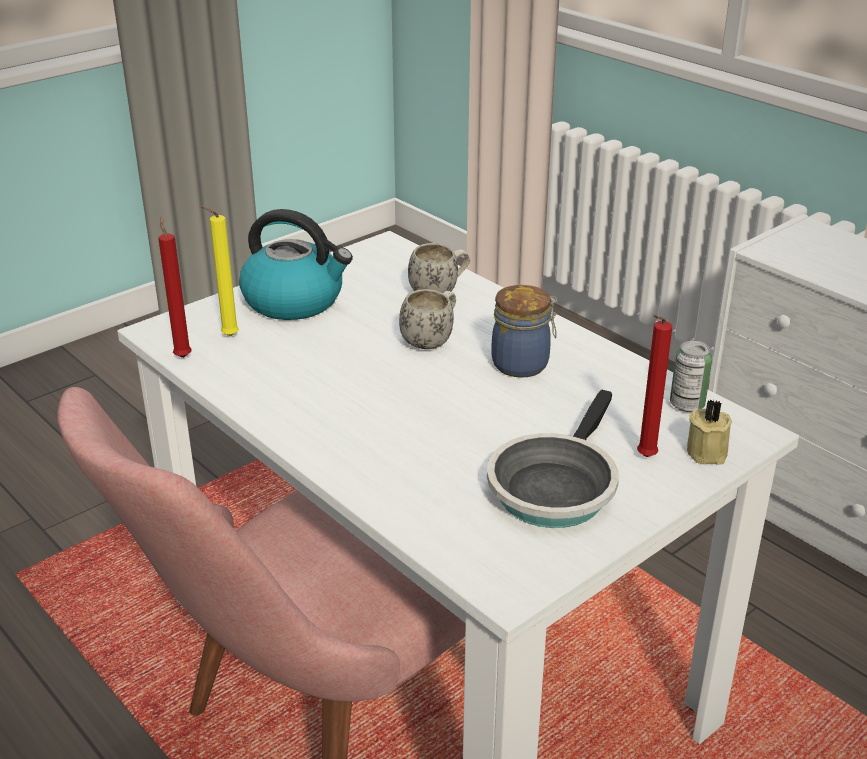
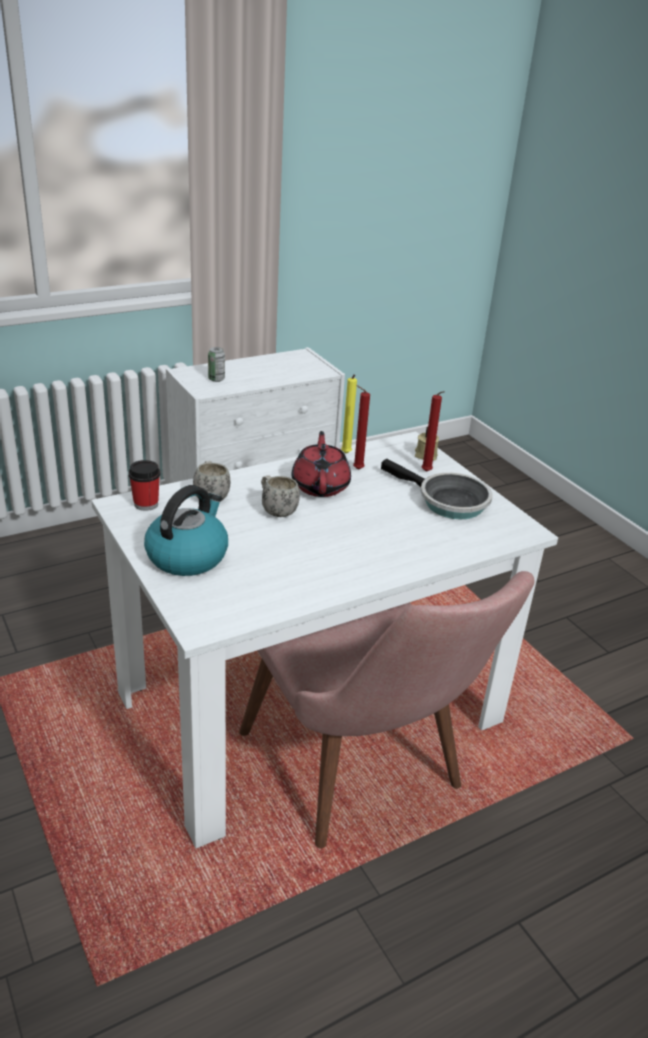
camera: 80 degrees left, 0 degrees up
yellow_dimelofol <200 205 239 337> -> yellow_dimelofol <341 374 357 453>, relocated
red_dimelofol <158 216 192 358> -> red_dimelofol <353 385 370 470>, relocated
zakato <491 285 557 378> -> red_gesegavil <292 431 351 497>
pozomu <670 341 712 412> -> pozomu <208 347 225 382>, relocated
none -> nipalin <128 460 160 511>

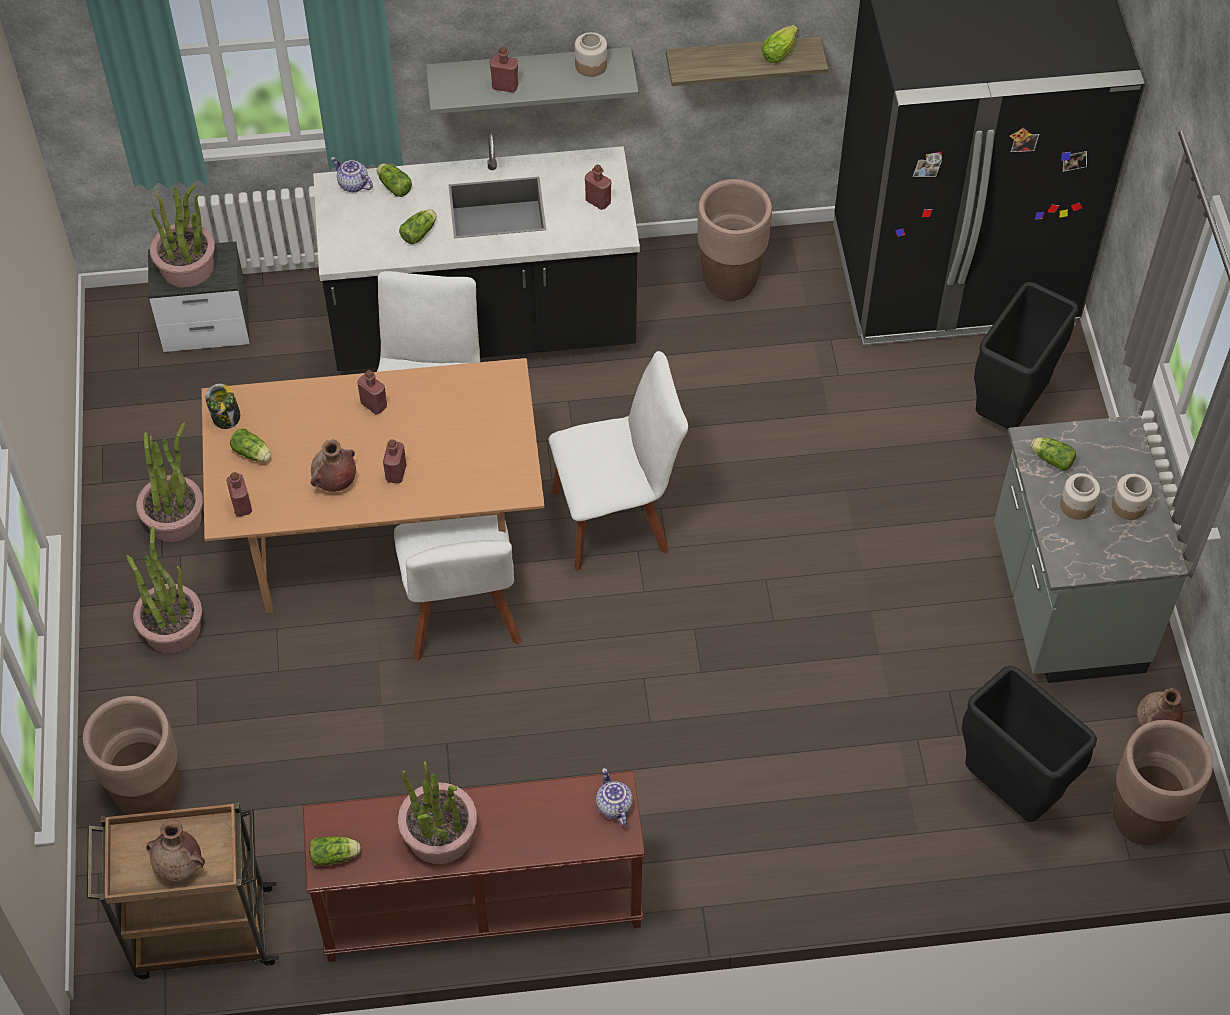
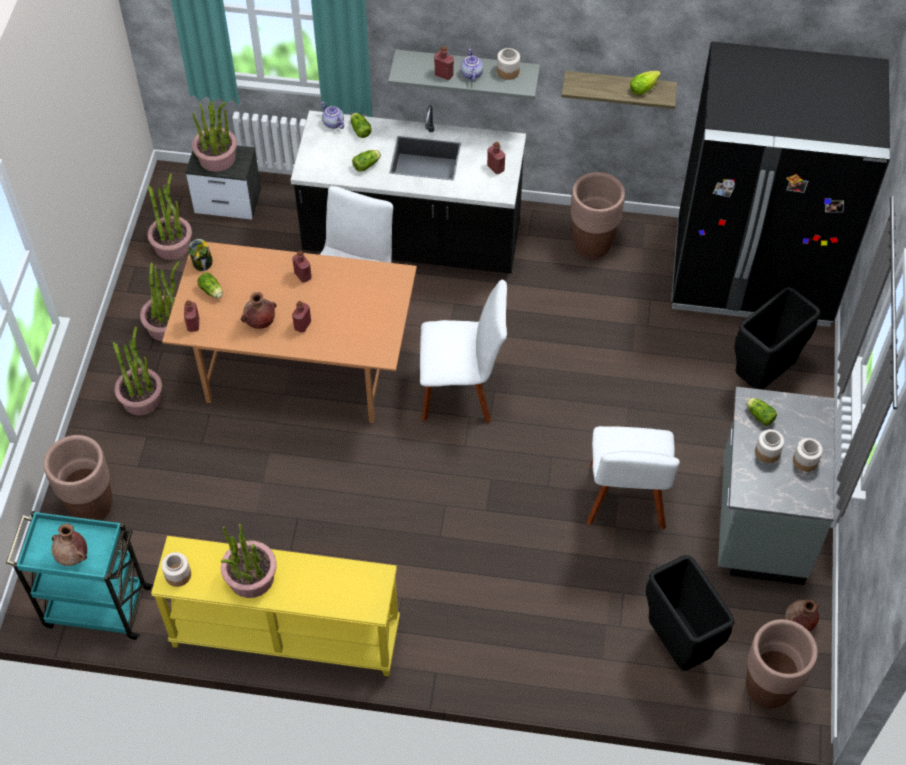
camera: 15 degrees right, 0 degrees up
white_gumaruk <394 515 522 661> -> white_gumaruk <586 426 680 530>, relocated
gesegavil <596 768 633 826> -> gesegavil <461 49 483 82>, relocated
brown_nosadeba <303 771 645 962> -> yellow_nosadeba <151 536 400 676>
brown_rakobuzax <87 803 279 979> -> turquoise_rakobuzax <6 511 154 640>
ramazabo <309 836 361 866> -> zakato <161 552 191 587>
none -> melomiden <147 173 192 260>

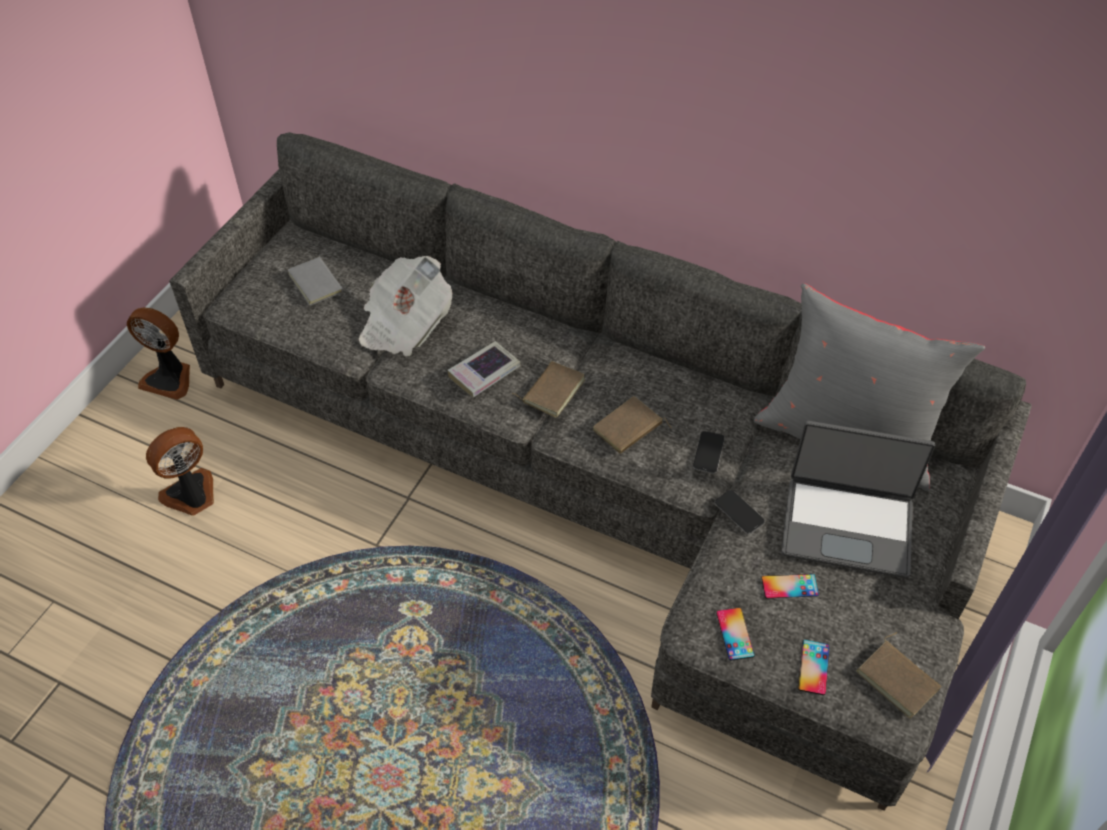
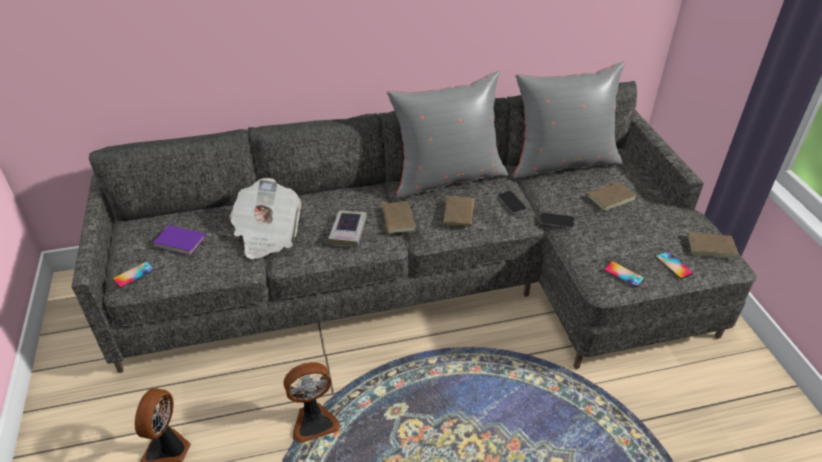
camera: 40 degrees left, 10 degrees down
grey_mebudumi <288 253 343 306> -> purple_mebudumi <153 220 206 256>
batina <127 307 190 400> -> batina <283 362 340 443>, relocated
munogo <781 421 935 578> -> brown_mebudumi <582 182 636 211>
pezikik <762 574 819 598> -> pezikik <113 261 155 288>, relocated
none -> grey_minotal <387 71 508 199>

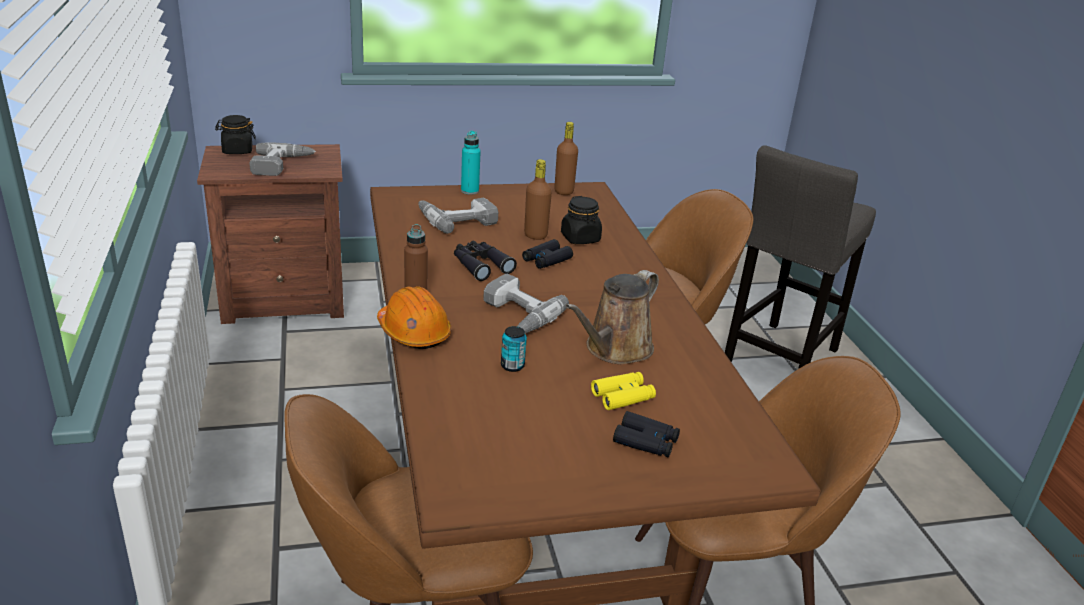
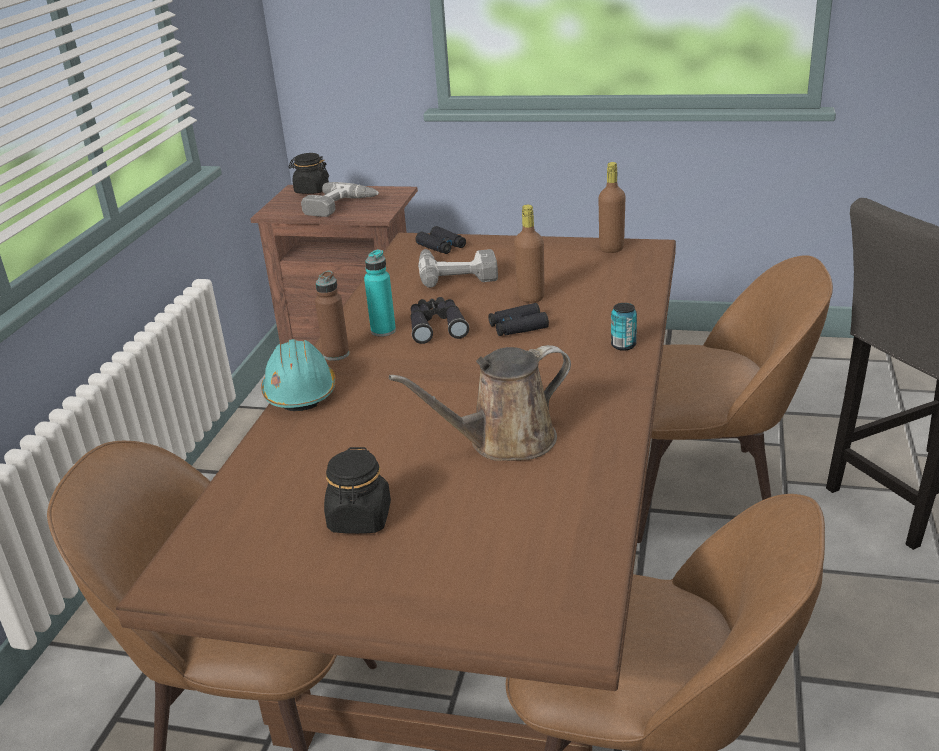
camera: 30 degrees right, 0 degrees up
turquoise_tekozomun <461 131 481 195> -> turquoise_tekozomun <364 249 396 337>, relocated
black_zakato <561 196 602 244> -> black_zakato <324 447 391 534>, relocated
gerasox <483 274 569 333> -> none
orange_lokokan <377 286 451 349> -> turquoise_lokokan <261 339 336 411>
pozomu <501 326 527 372> -> pozomu <611 303 637 351>, relocated
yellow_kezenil <591 372 656 410> -> none
black_kezenil <613 411 680 457> -> black_kezenil <415 226 466 254>, relocated

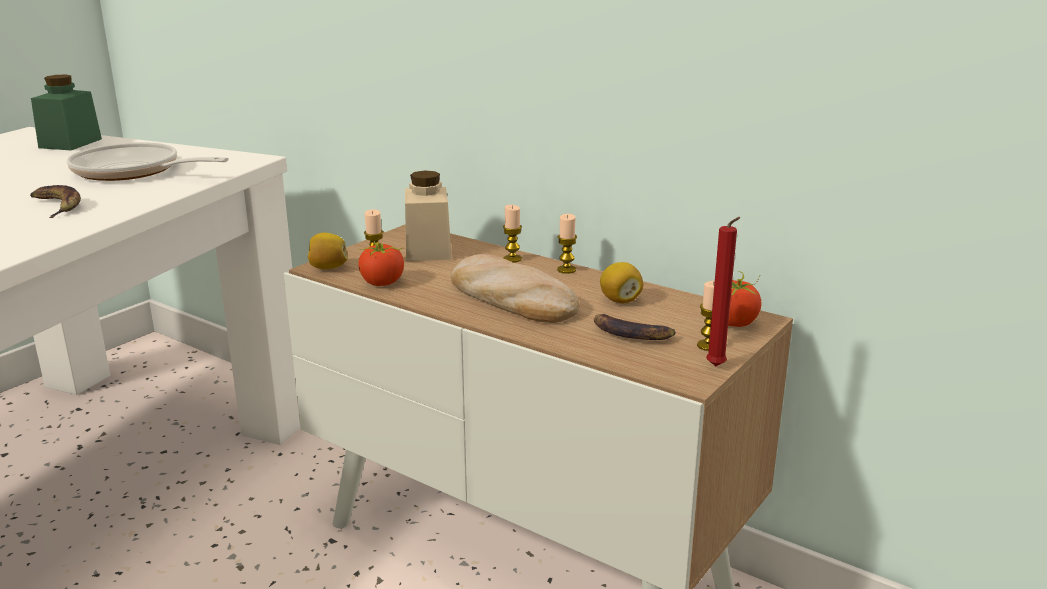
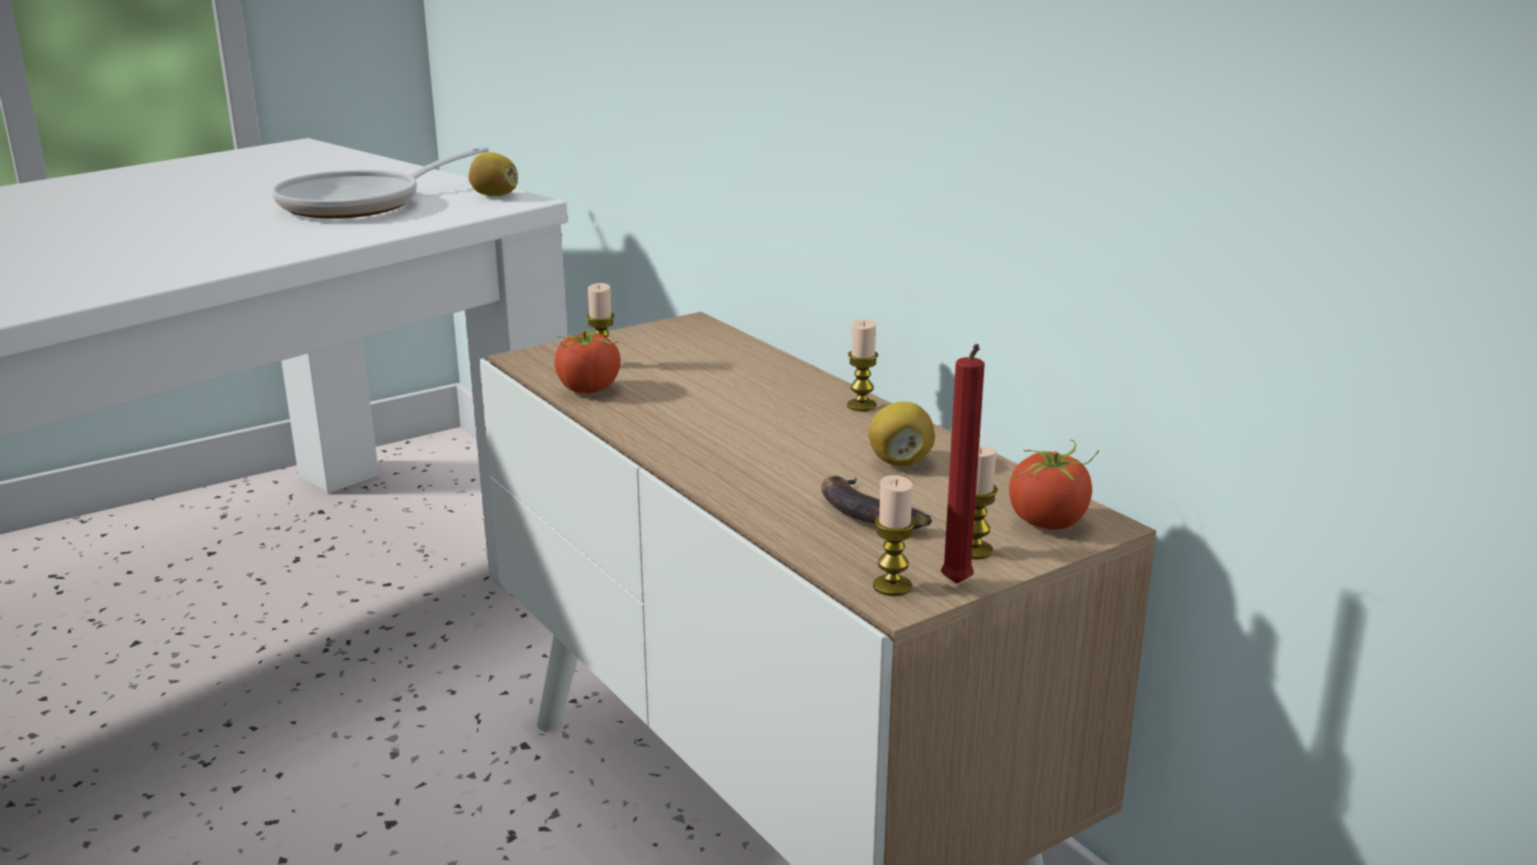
camera: 20 degrees right, 0 degrees up
green_zakato <31 75 102 150> -> none
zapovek <66 142 229 181> -> zapovek <272 146 489 219>, 90 degrees counterclockwise
beige_zakato <405 171 452 261> -> none
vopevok <30 185 81 218> -> none
dimelofol <503 205 522 263> -> dimelofol <873 475 915 596>, relocated
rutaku <308 233 348 269> -> rutaku <468 152 518 196>, relocated
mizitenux <451 254 579 323> -> none

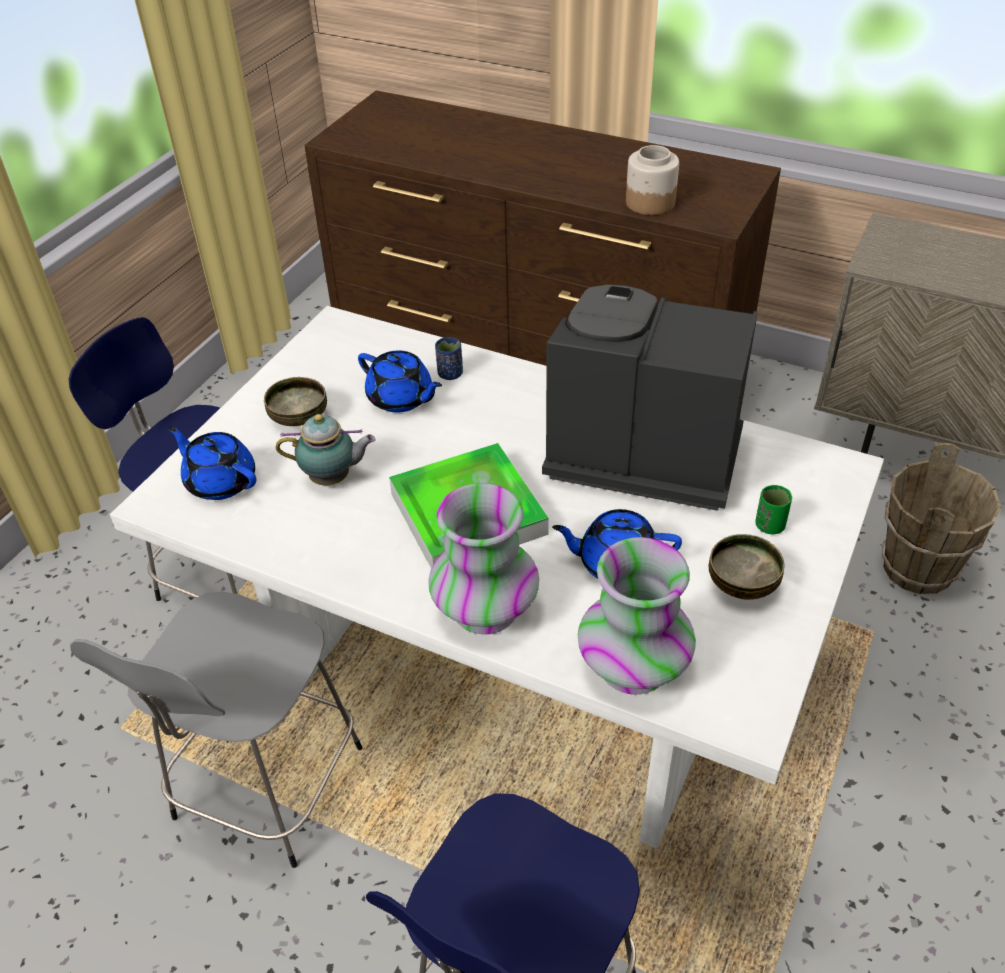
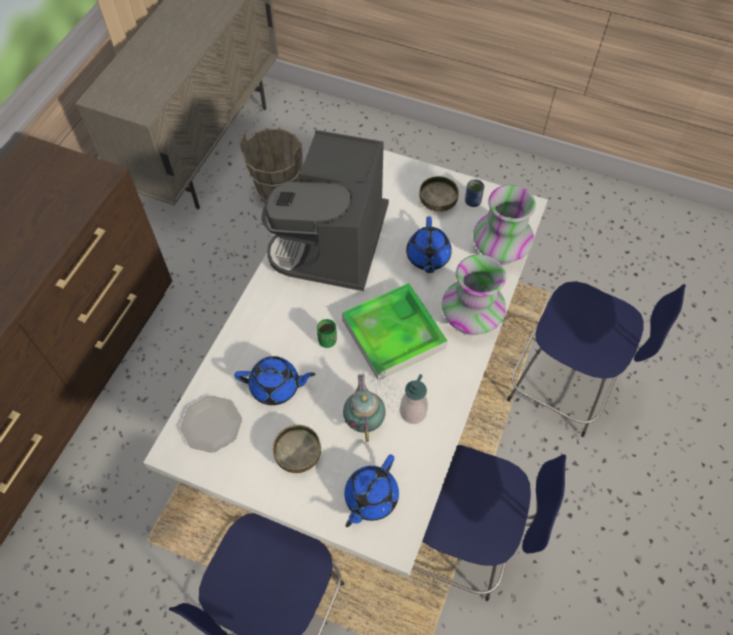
camera: 95 degrees left, 15 degrees up
zakato <626 145 679 215> -> none
blue_nipalin <435 337 463 380> -> blue_nipalin <465 179 484 207>, relocated
blue_gesegavil <358 351 442 413> -> blue_gesegavil <234 356 316 405>, 60 degrees clockwise
green_nipalin <755 485 792 534> -> green_nipalin <317 319 337 348>, relocated
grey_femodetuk <70 591 363 868> -> blue_femodetuk <412 445 566 601>
none -> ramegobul <400 374 428 424>
none -> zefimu <180 396 242 453>

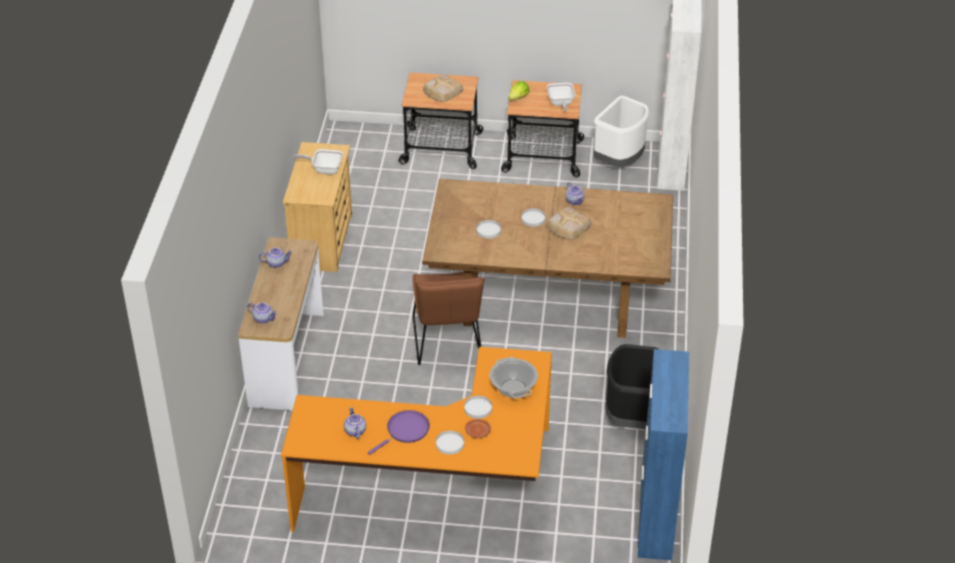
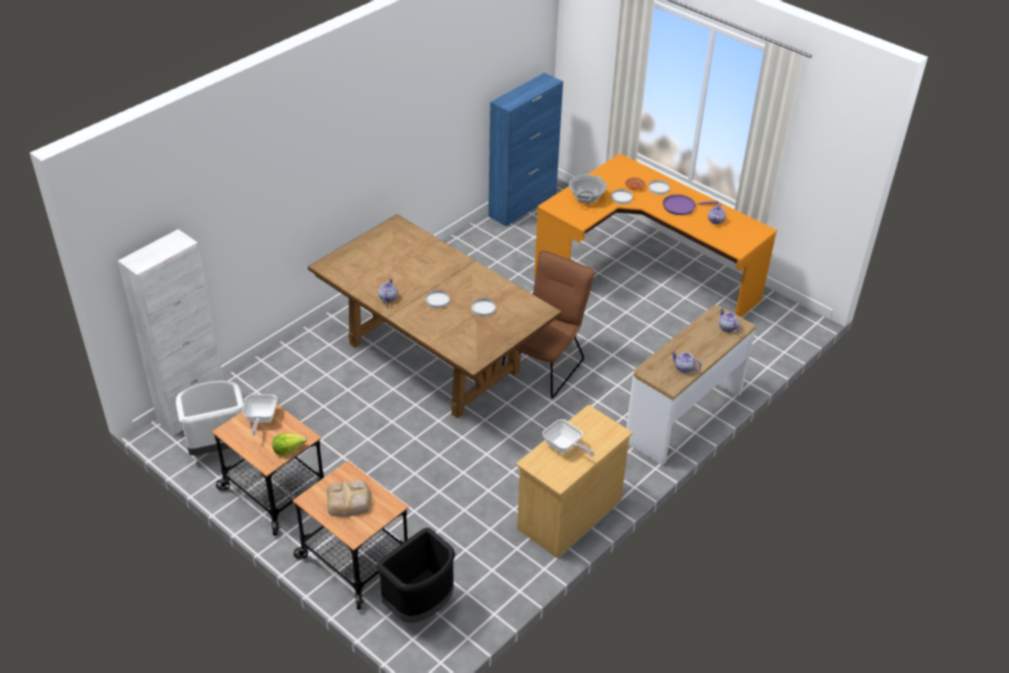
camera: 145 degrees left, 0 degrees up
zapovek <547 83 575 112> -> zapovek <243 394 277 436>, 150 degrees clockwise
mizitenux <546 207 591 240> -> none
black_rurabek <606 344 658 429> -> black_rurabek <377 528 455 623>, relocated

